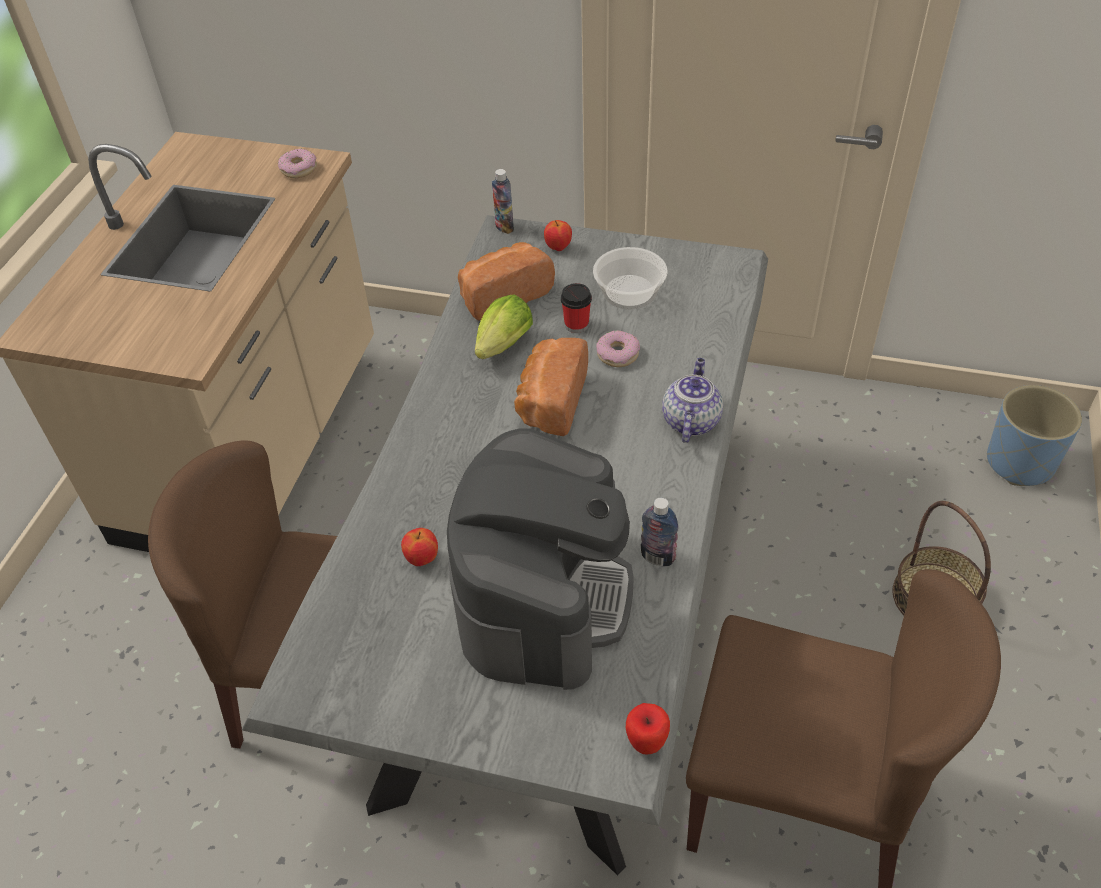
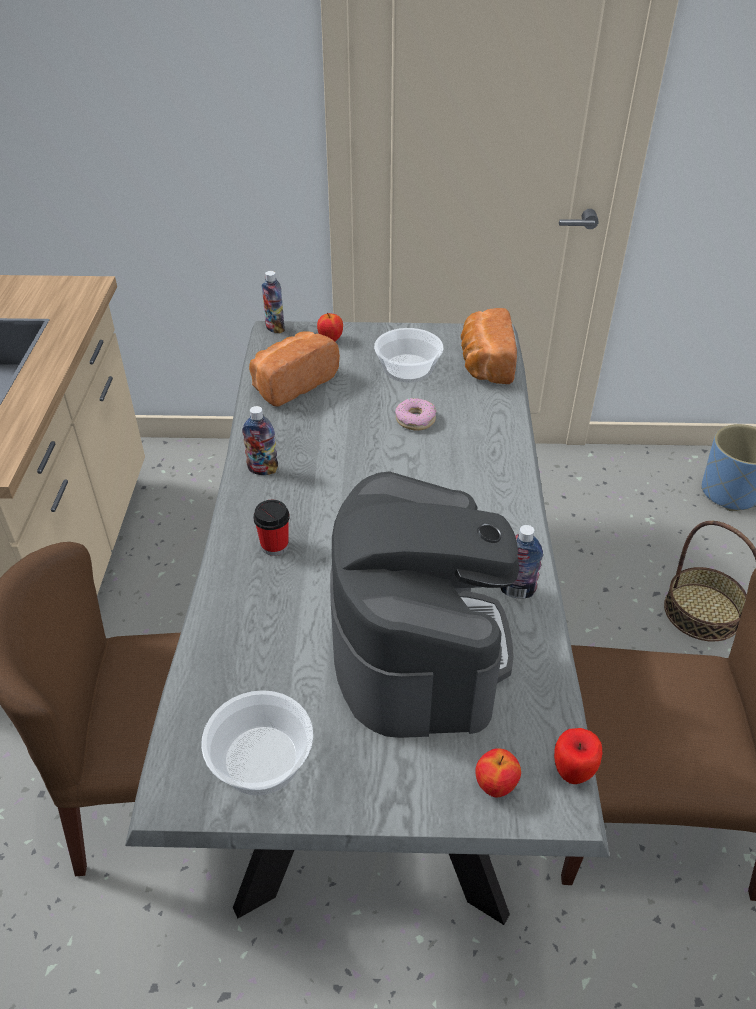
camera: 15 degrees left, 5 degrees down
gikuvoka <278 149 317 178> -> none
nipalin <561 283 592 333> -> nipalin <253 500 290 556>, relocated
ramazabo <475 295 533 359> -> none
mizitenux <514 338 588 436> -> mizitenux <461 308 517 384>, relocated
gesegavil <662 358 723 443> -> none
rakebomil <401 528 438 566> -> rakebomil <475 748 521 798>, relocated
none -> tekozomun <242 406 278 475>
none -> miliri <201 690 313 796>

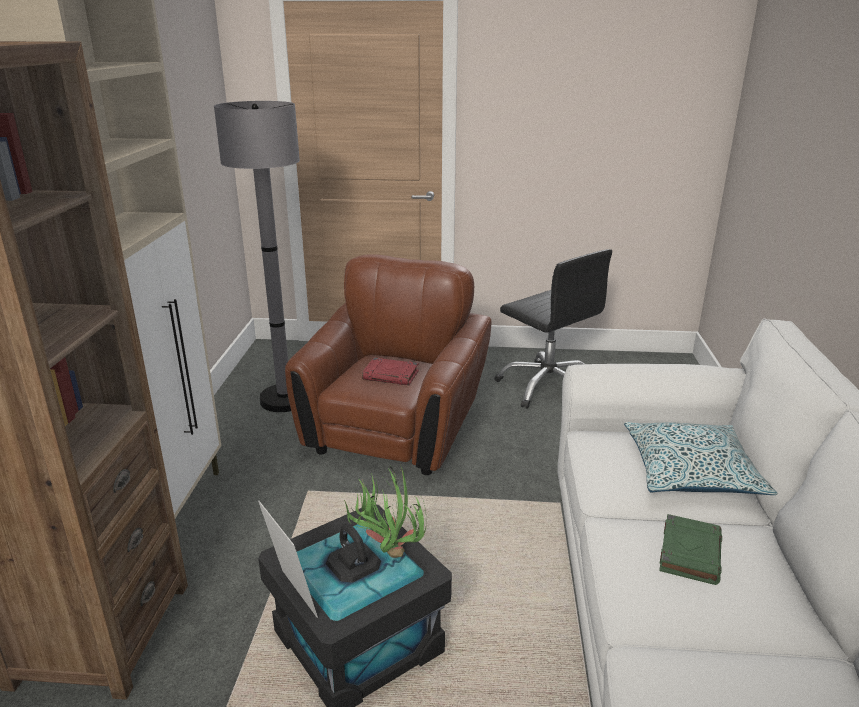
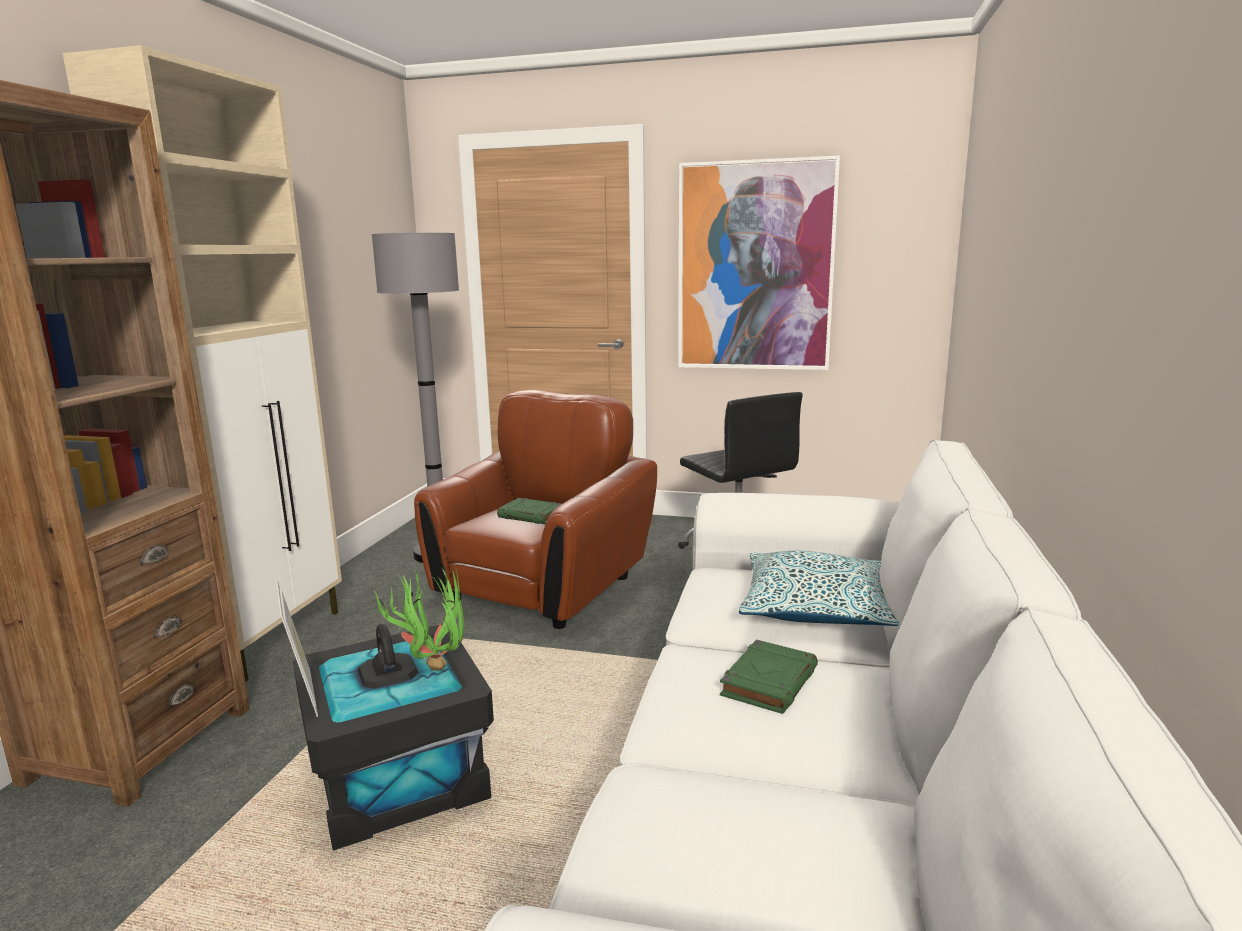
camera: 10 degrees right, 10 degrees down
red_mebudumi <362 358 419 385> -> green_mebudumi <497 498 561 524>
none -> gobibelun <679 156 840 370>

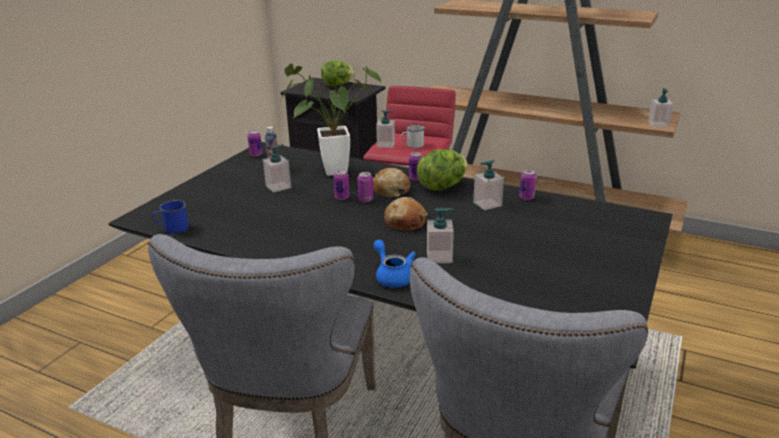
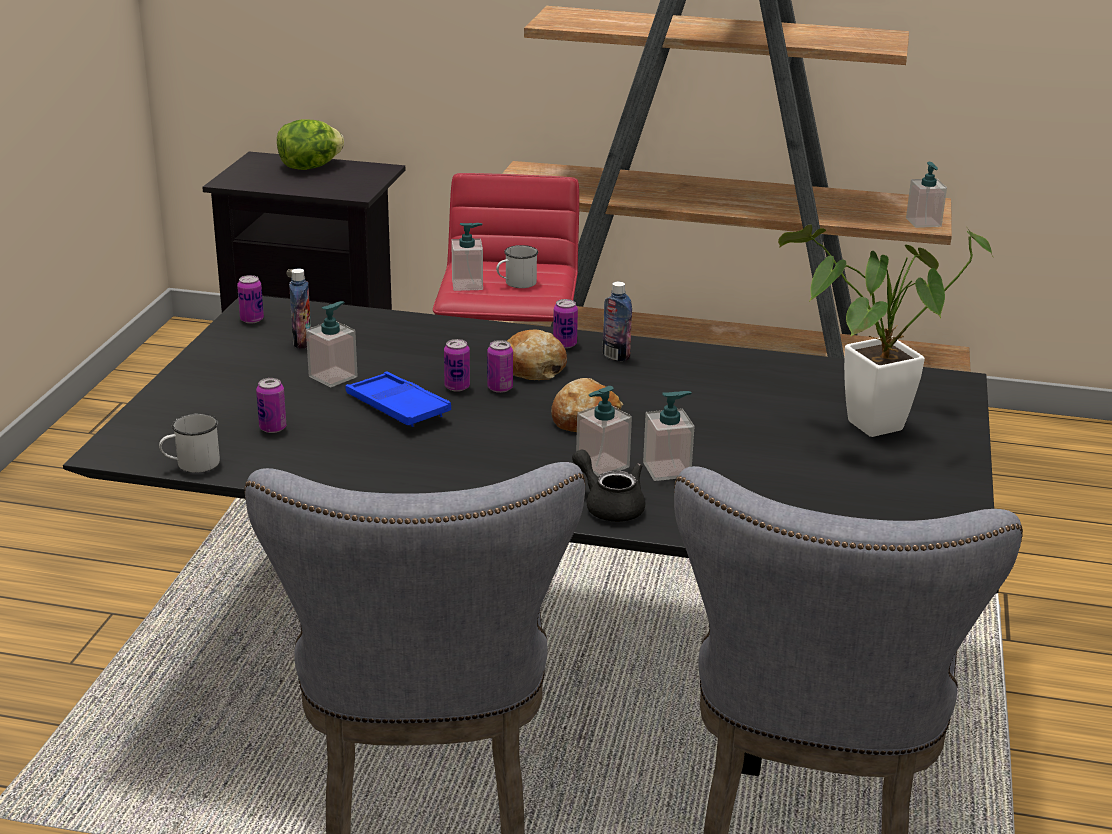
camera: 15 degrees left, 0 degrees up
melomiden <281 63 382 176> -> melomiden <778 225 994 437>, relocated
ramazabo <417 149 468 191> -> tekozomun <603 282 632 362>
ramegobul <473 160 504 210> -> ramegobul <576 386 632 477>, relocated
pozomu <520 169 537 200> -> pozomu <256 378 286 433>, relocated
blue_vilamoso <152 200 189 234> -> white_vilamoso <159 413 220 473>
blue_gesegavil <373 240 416 288> -> black_gesegavil <572 449 645 522>
none -> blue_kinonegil <346 372 451 427>

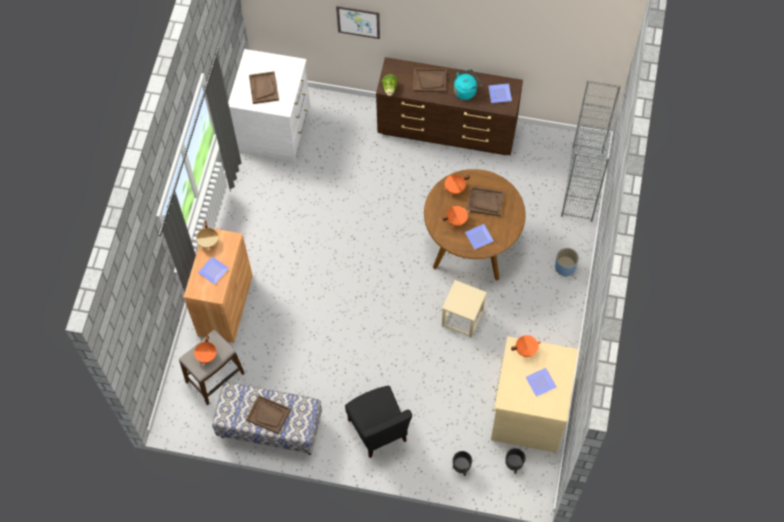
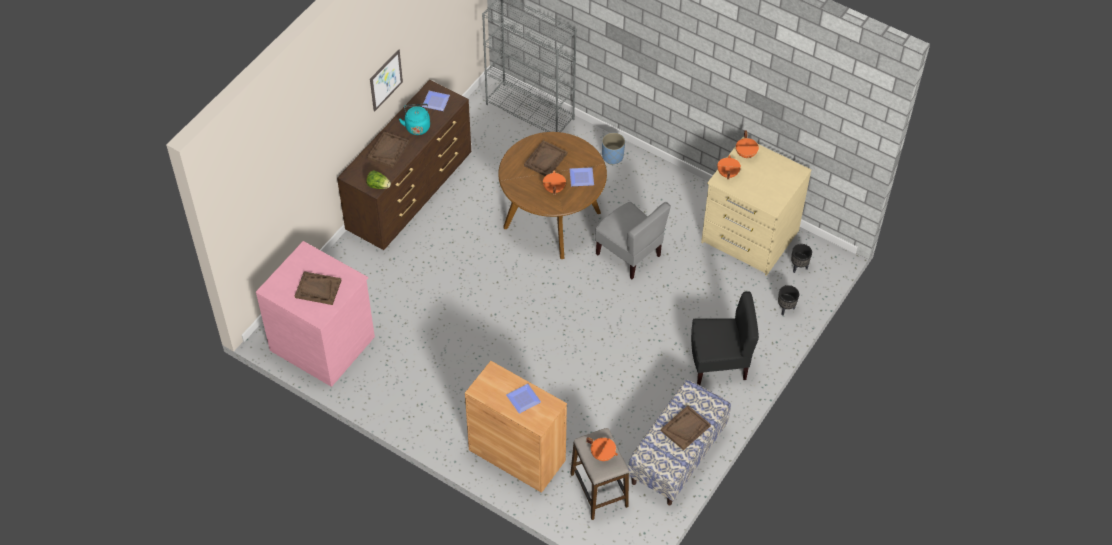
camera: 70 degrees left, 10 degrees down
gobibelun <336 6 380 39> -> gobibelun <370 49 403 112>, relocated
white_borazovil <228 49 310 162> -> pink_borazovil <256 241 375 387>
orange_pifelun <443 175 470 194> -> orange_pifelun <736 130 759 158>, relocated
beige_pifelun <196 221 218 250> -> none
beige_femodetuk <442 280 487 338> -> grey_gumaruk <595 202 671 279>
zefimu <526 368 557 397> -> none

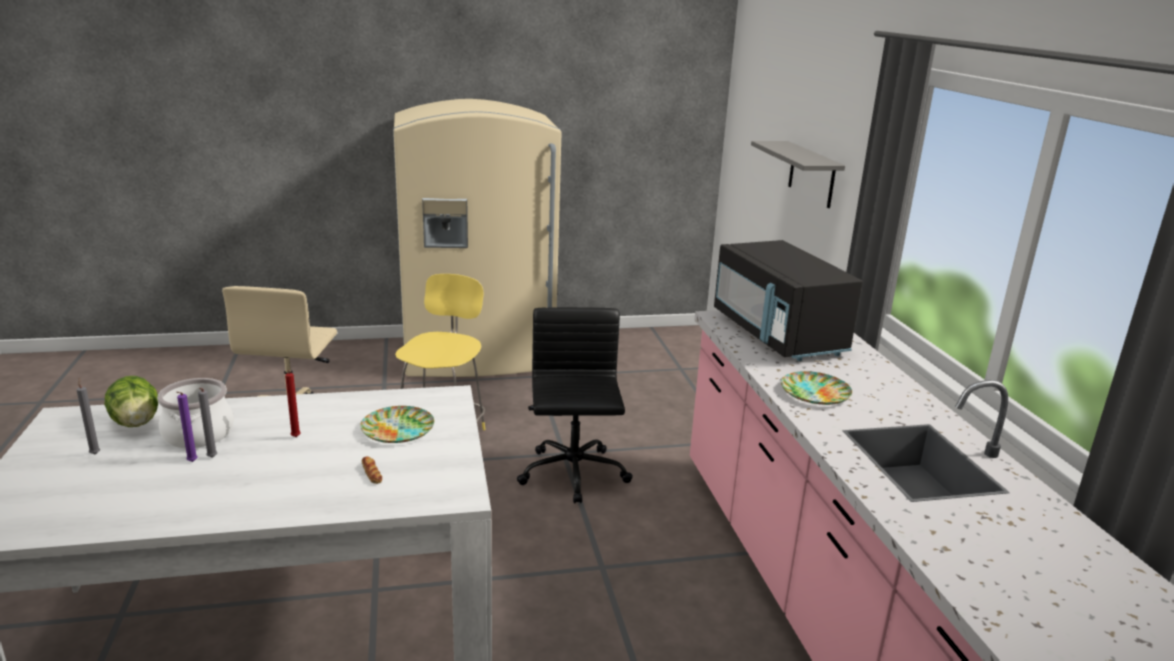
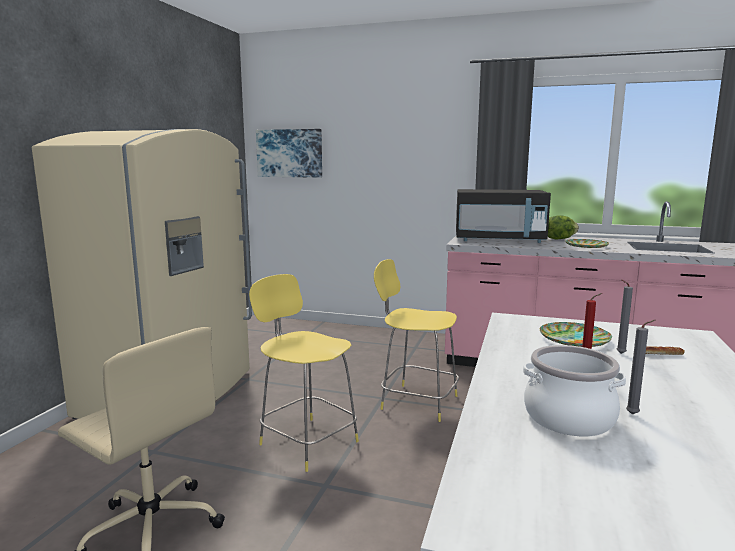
camera: 60 degrees left, 10 degrees down
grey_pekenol <751 141 845 208> -> none
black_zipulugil <517 307 633 503> -> yellow_femodetuk <374 259 459 422>
ramazabo <105 376 158 427> -> ramazabo <548 215 579 239>, relocated
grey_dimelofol <77 378 100 455> -> grey_dimelofol <617 280 633 354>, relocated
purple_dimelofol <176 392 198 462> -> none
none -> gobibelun <256 129 322 178>

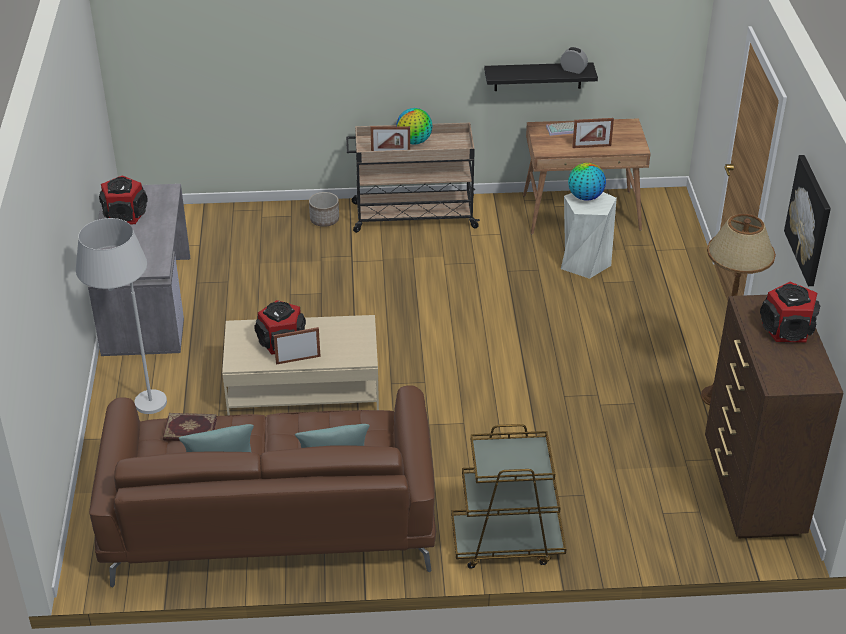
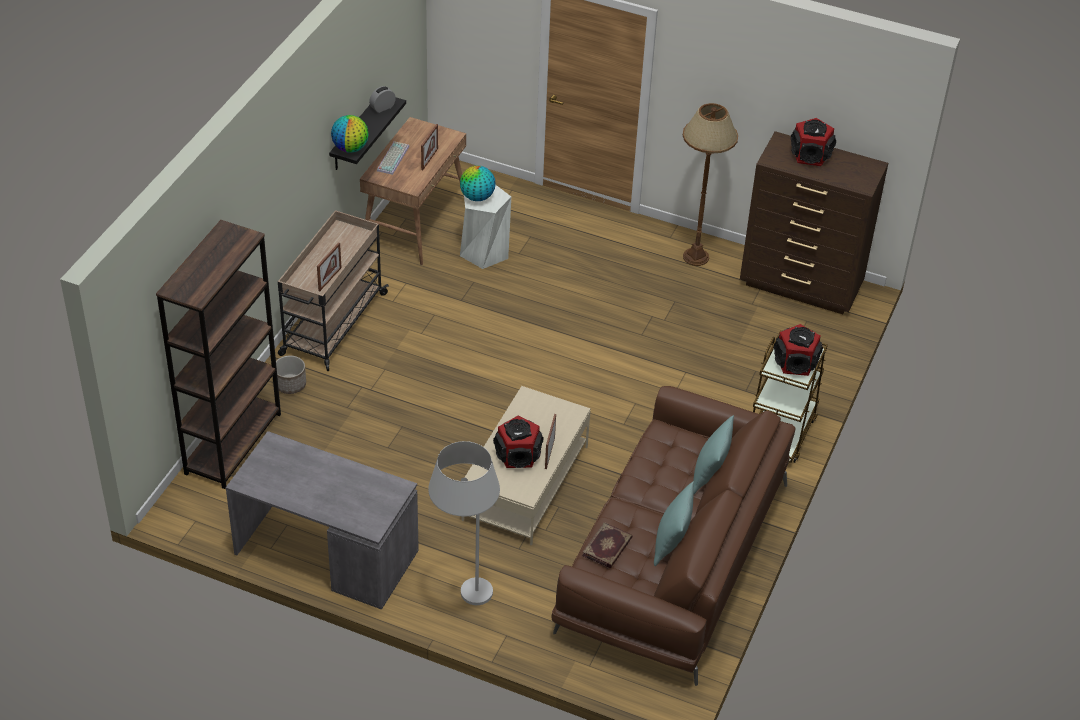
camera: 65 degrees left, 5 degrees up
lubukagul <396 108 433 145> -> lubukagul <331 115 369 153>, relocated
gobibelun <784 155 831 286> -> none
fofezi <99 175 148 224> -> fofezi <774 324 823 376>, relocated
none -> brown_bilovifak <156 220 281 489>

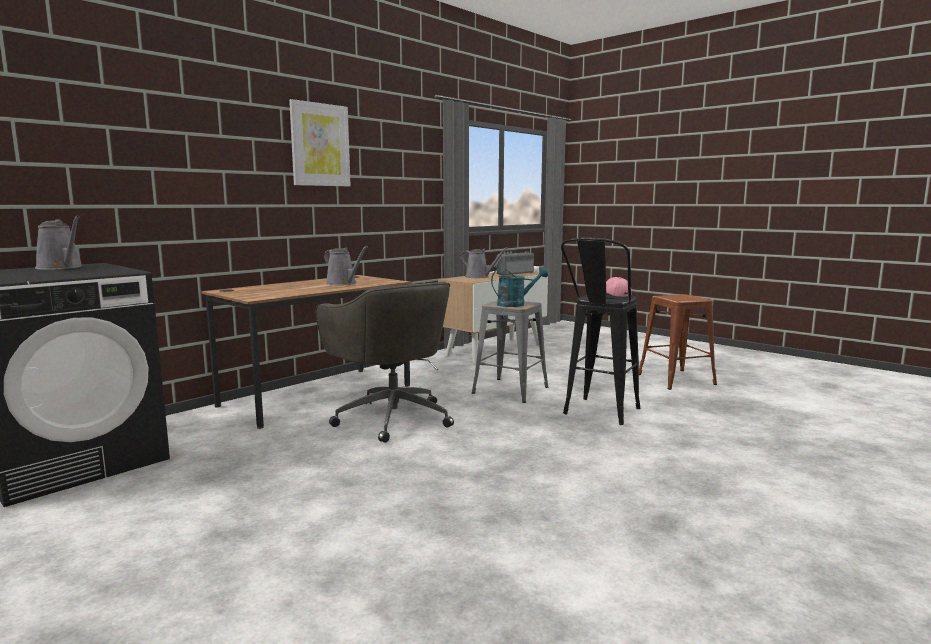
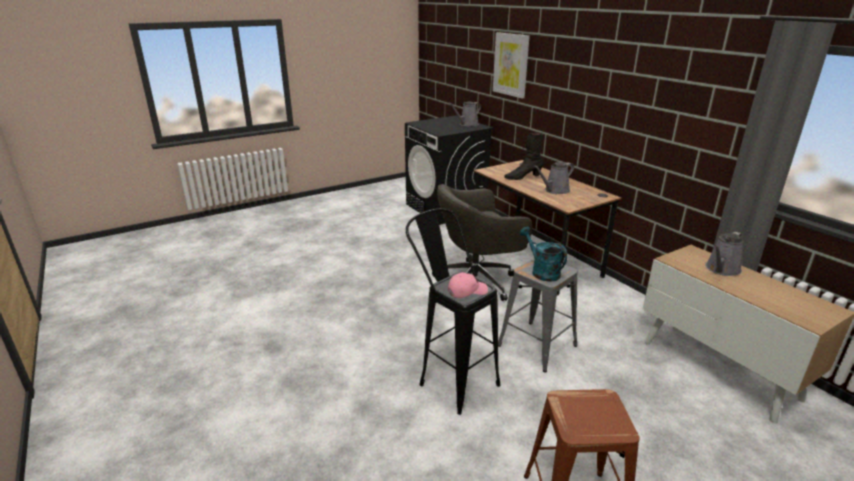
camera: 105 degrees right, 15 degrees up
gobibelun <289 99 351 186> -> gobibelun <493 32 530 98>, relocated
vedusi <494 251 534 275> -> none
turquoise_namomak <491 267 548 307> -> turquoise_namomak <520 227 567 282>, 150 degrees clockwise
none -> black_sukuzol <504 132 544 180>

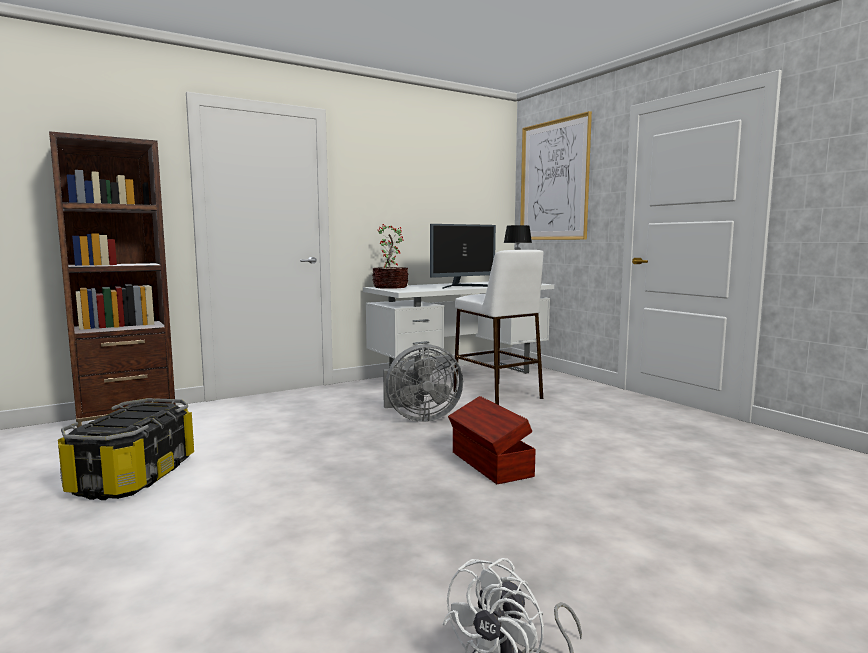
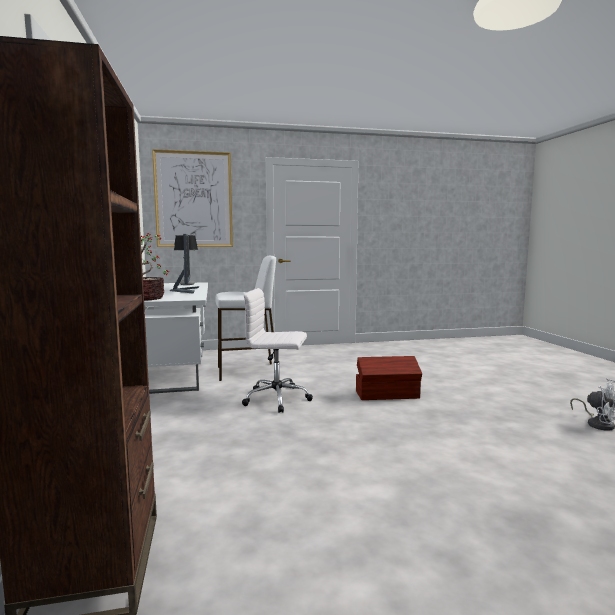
camera: 70 degrees left, 0 degrees up
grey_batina <383 344 463 422> -> white_zipulugil <242 288 313 413>
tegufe <58 398 194 500> -> none

